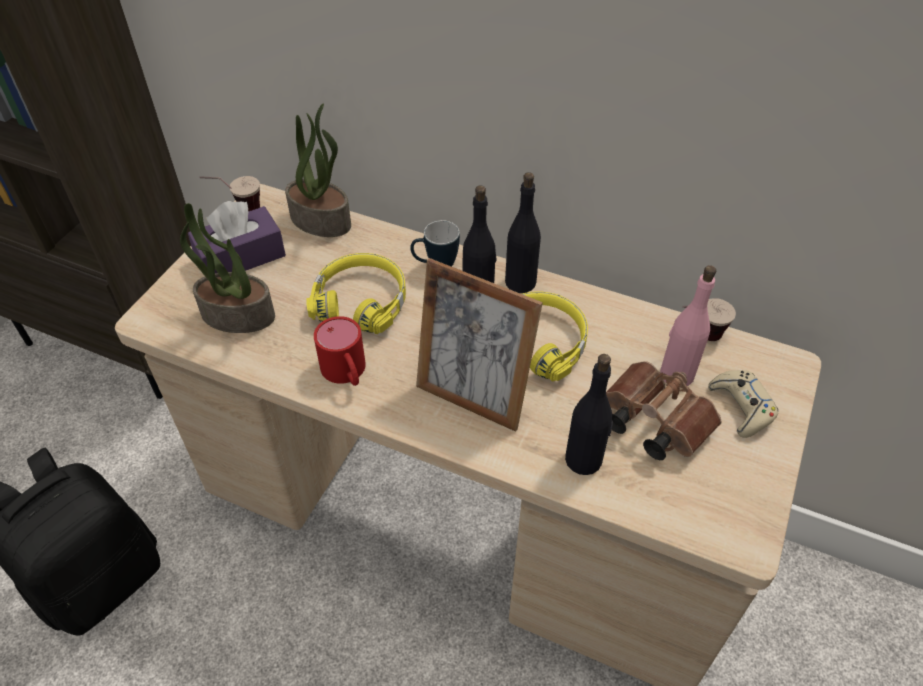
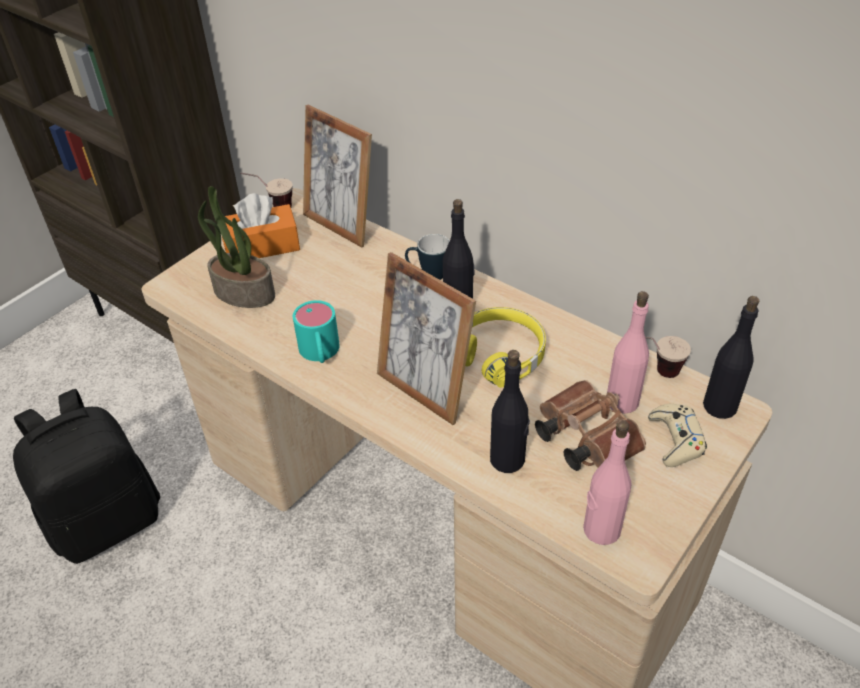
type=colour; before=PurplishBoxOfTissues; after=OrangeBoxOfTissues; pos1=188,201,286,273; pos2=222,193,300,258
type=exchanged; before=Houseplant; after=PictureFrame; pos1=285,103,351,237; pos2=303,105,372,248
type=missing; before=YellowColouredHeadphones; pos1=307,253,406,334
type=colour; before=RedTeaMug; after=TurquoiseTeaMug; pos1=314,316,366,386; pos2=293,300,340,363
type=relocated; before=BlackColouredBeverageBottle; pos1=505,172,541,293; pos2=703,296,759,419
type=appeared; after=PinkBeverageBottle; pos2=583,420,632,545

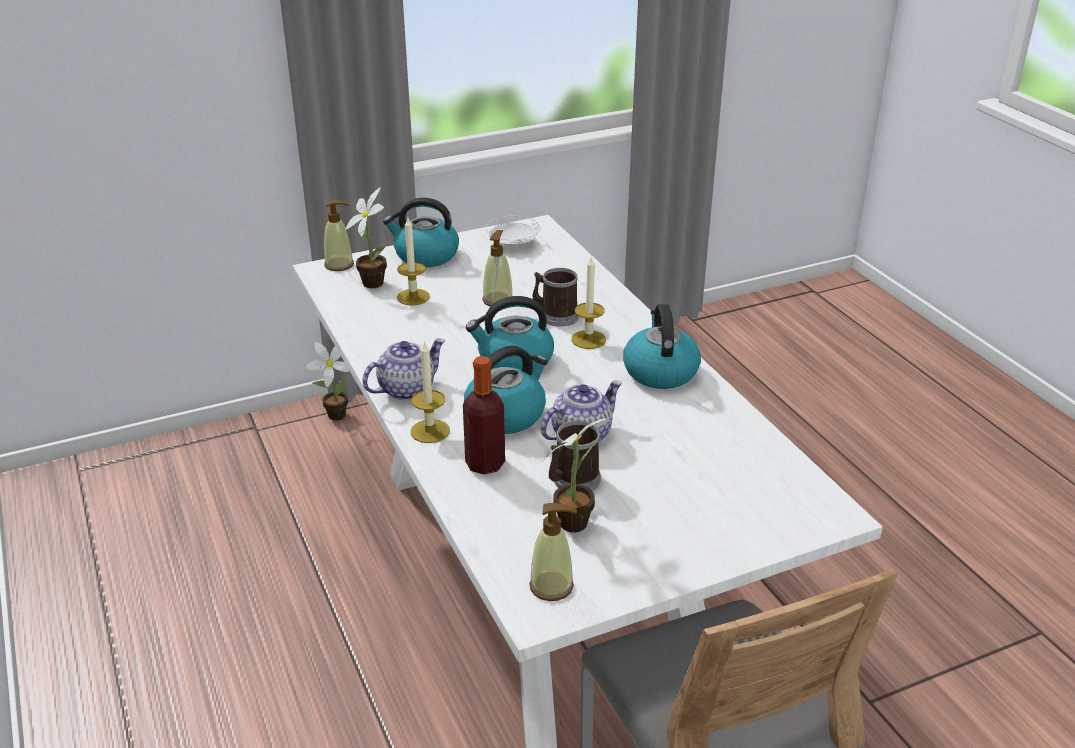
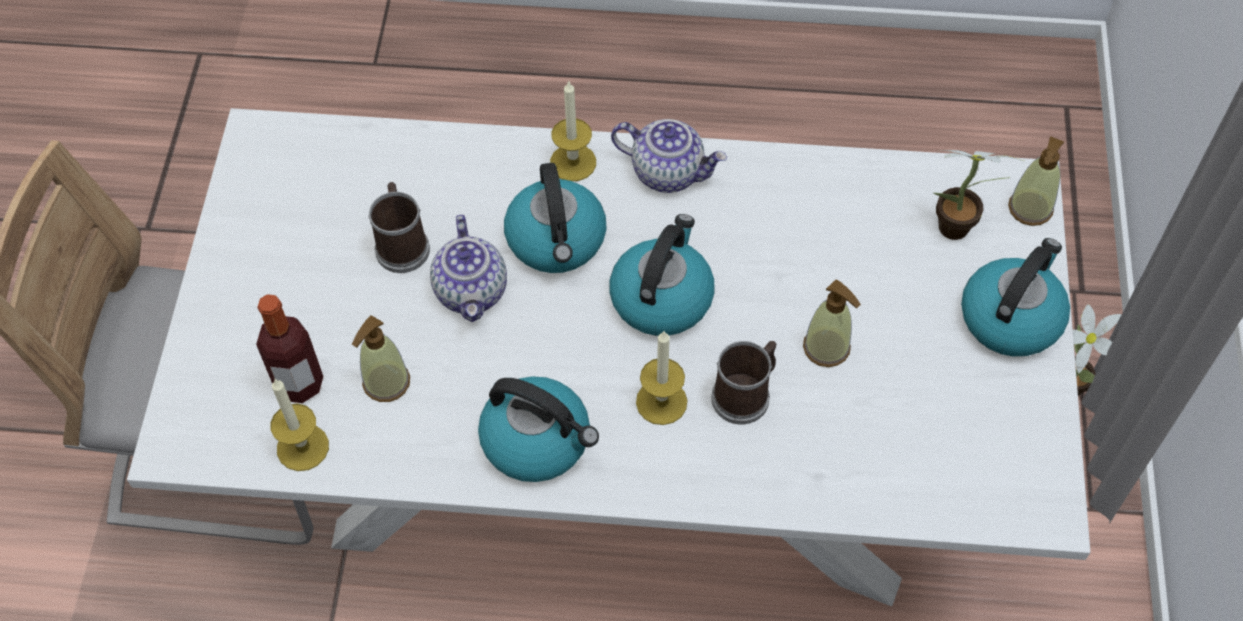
type=spun; before=PotForTea; pos1=362,338,446,400; pos2=611,119,727,193; turn=-60
type=relocated; before=Candle; pos1=397,218,430,306; pos2=271,378,329,471
type=relocated; before=BeverageBottle; pos1=463,356,505,475; pos2=256,294,323,403
type=missing; before=WhiteFlatDish; pos1=485,216,540,245
type=relocated; before=LiquidSoapBottle; pos1=529,503,577,601; pos2=352,315,410,402
type=missing; before=Houseplant; pos1=541,418,605,532

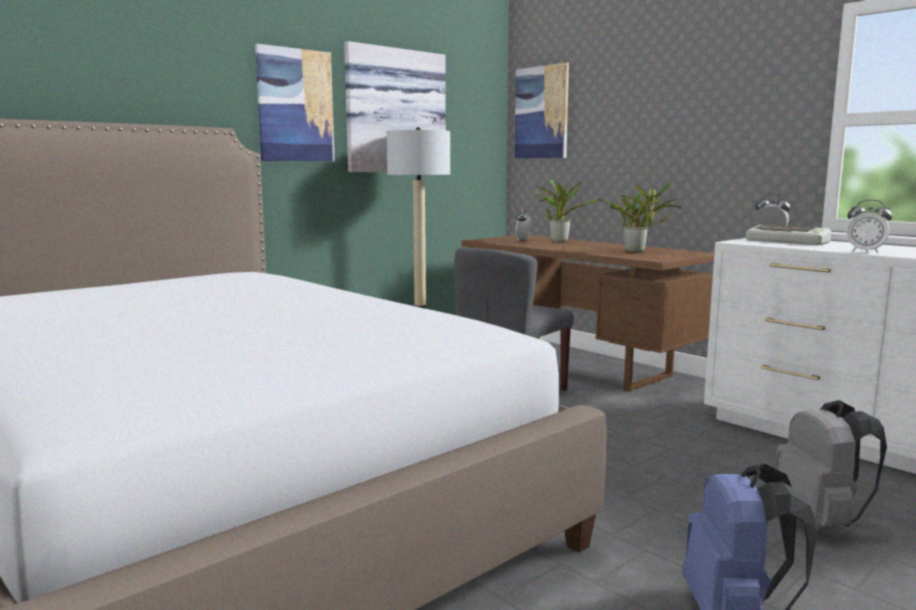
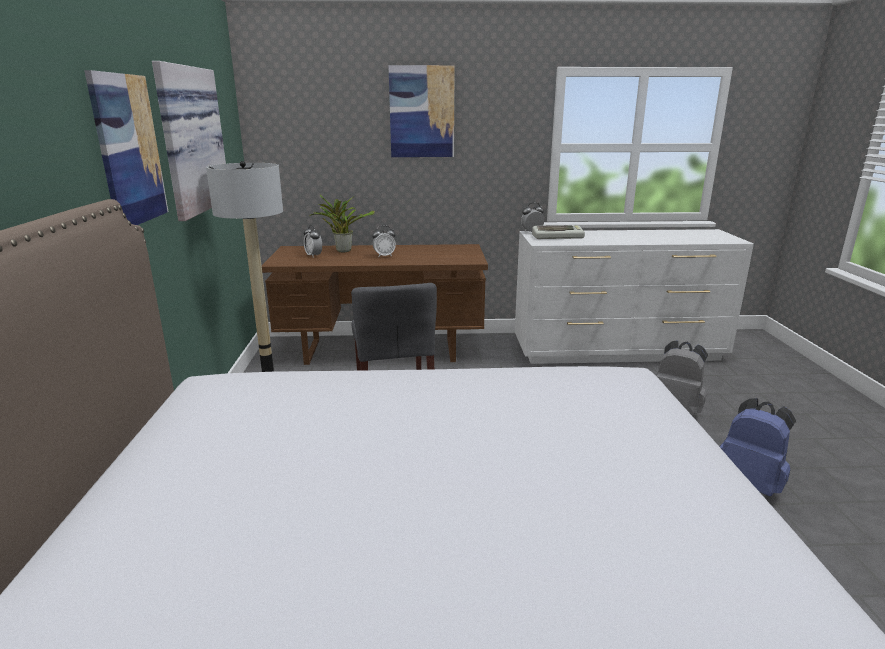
type=relocated; before=Picture; pos1=515,63,569,158; pos2=388,65,455,157
type=missing; before=Houseplant; pos1=597,182,682,252
type=relocated; before=AlarmClock; pos1=846,200,893,253; pos2=372,226,396,257

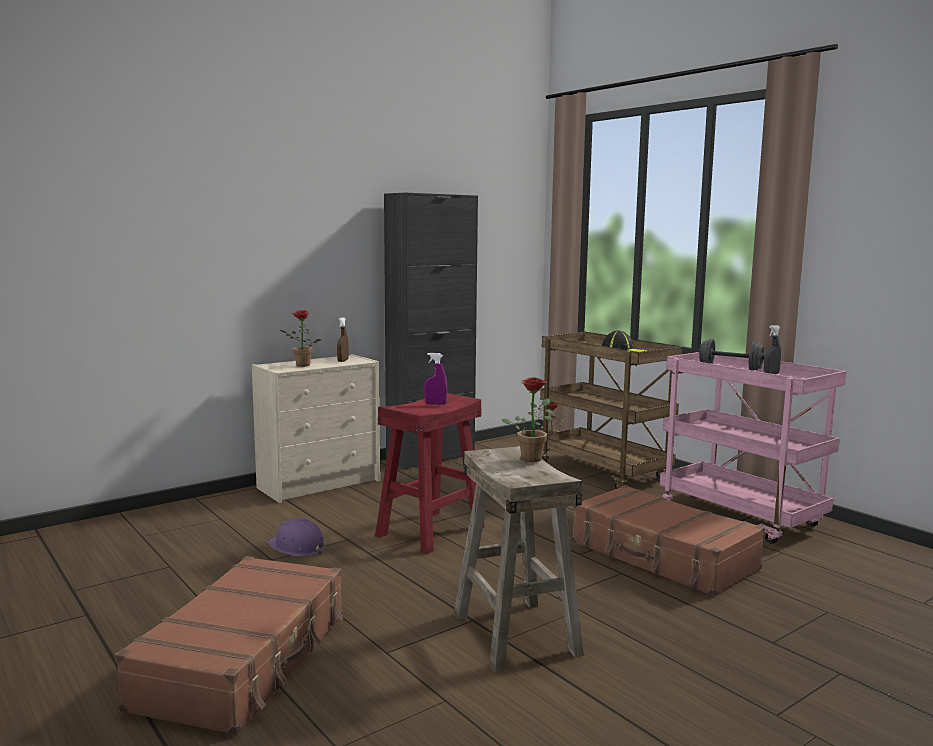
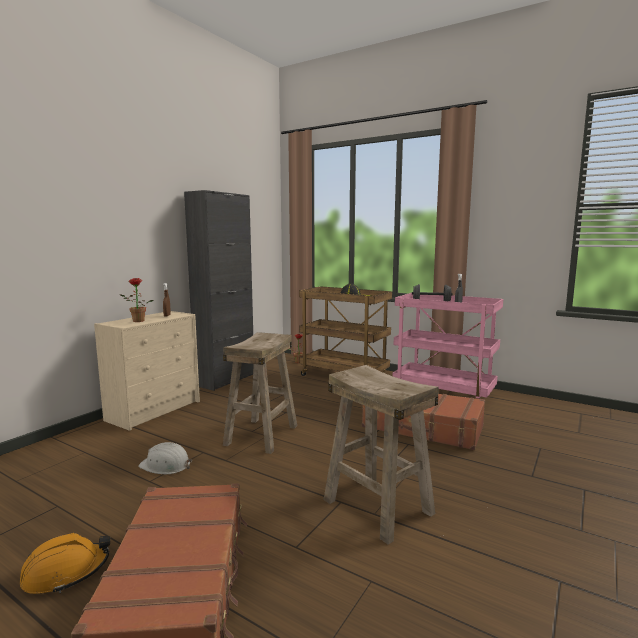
type=colour; before=PurplishSafetyHelmet; after=WhiteSafetyHelmet; pos1=267,518,326,556; pos2=138,442,192,474
type=colour; before=RedSittingStool; after=BeigeColouredSittingStool; pos1=375,393,485,555; pos2=223,332,297,454
type=missing; before=PurplishSprayer; pos1=424,353,447,405
type=missing; before=Houseplant; pos1=502,377,554,462
type=appeared; after=OrangeSafetyHelmet; pos2=19,533,110,594

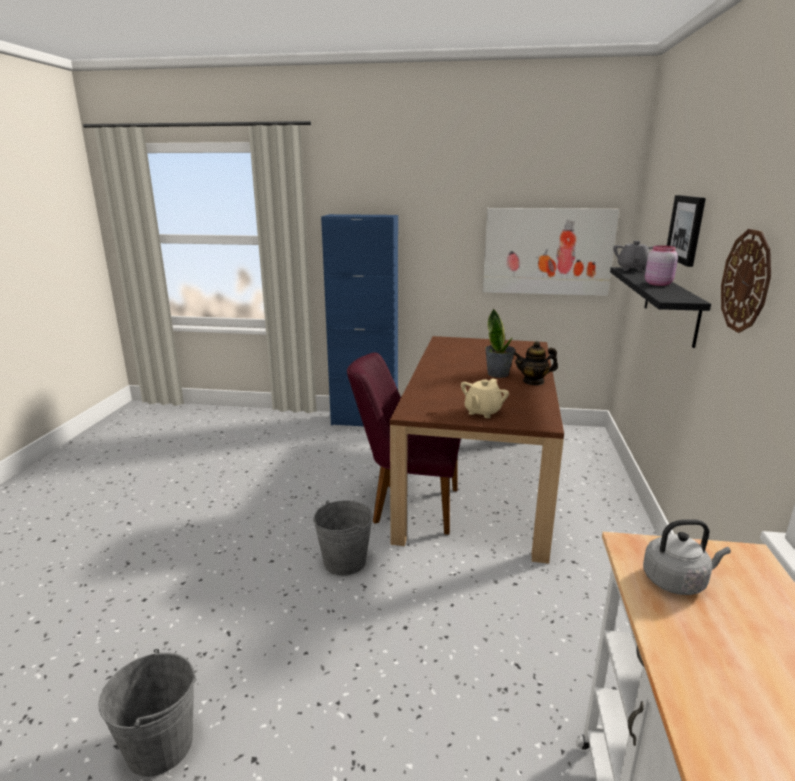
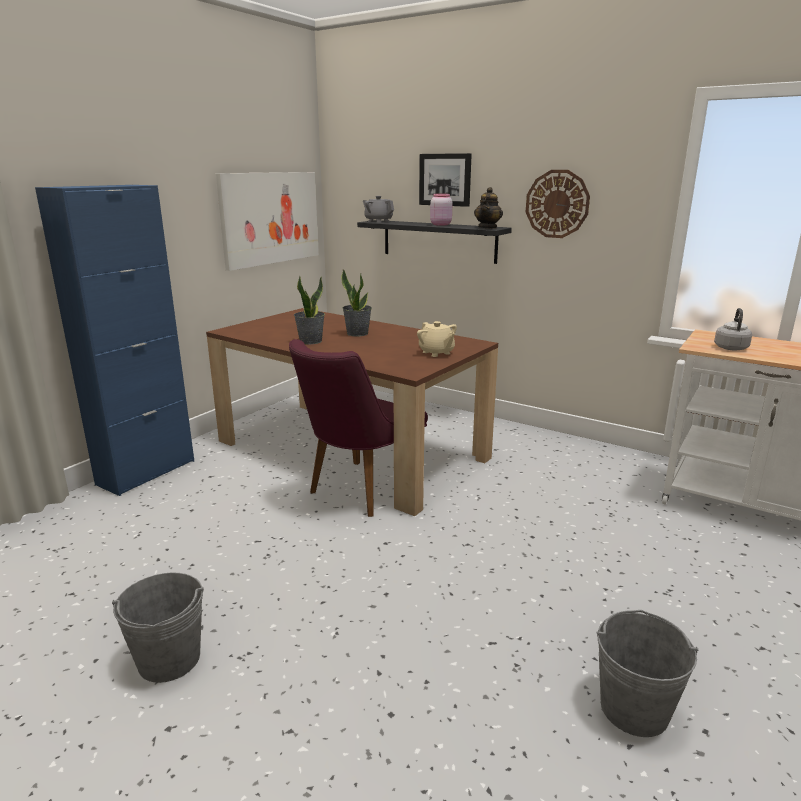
type=relocated; before=GreyBucket; pos1=313,501,373,575; pos2=112,572,204,683
type=relocated; before=PotForTea; pos1=513,341,558,385; pos2=474,187,503,229
type=appeared; after=Houseplant; pos2=294,276,325,345

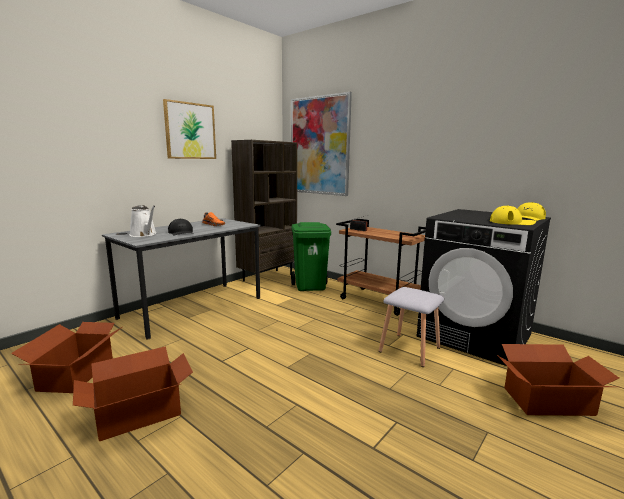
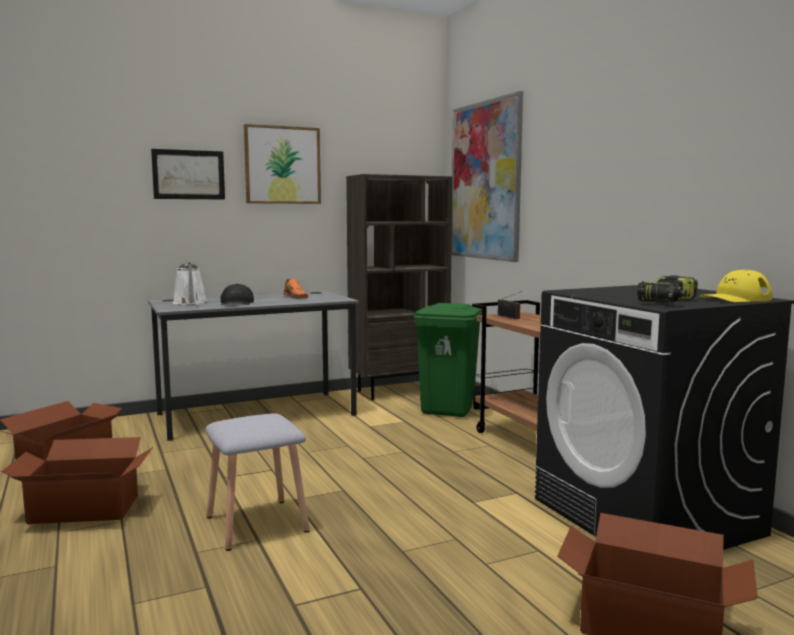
type=relocated; before=GreySittingStool; pos1=379,287,444,367; pos2=205,413,310,551
type=exchanged; before=YellowColouredPeakedCap; after=ElectricDrill; pos1=490,206,536,225; pos2=637,275,698,303
type=appeared; after=Picture; pos2=151,149,225,200

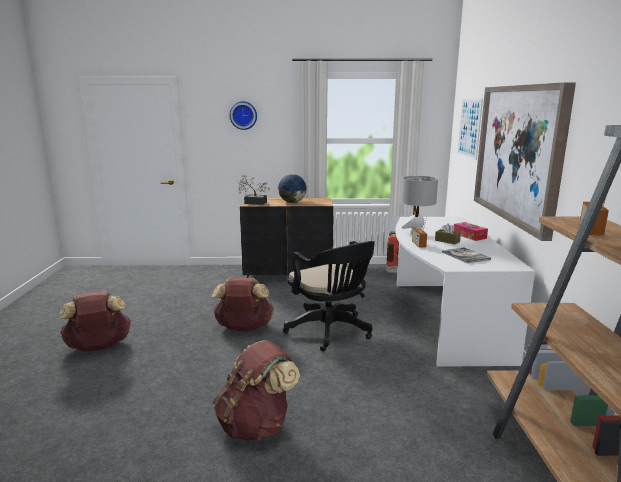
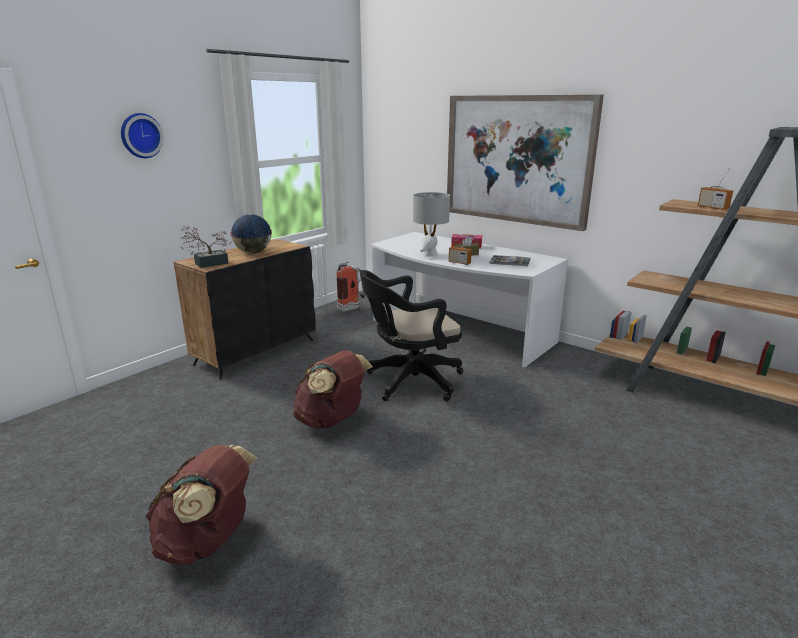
type=missing; before=BrownColouredRucksack; pos1=213,340,300,441
type=spun; before=BlackColouredDeskChair; pos1=283,241,375,352; pos2=360,270,463,401; turn=150
type=missing; before=Picture; pos1=457,98,483,160

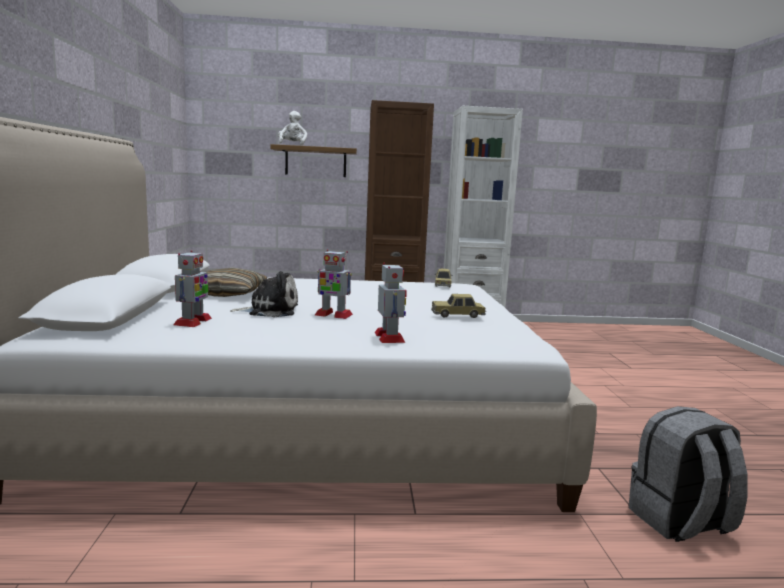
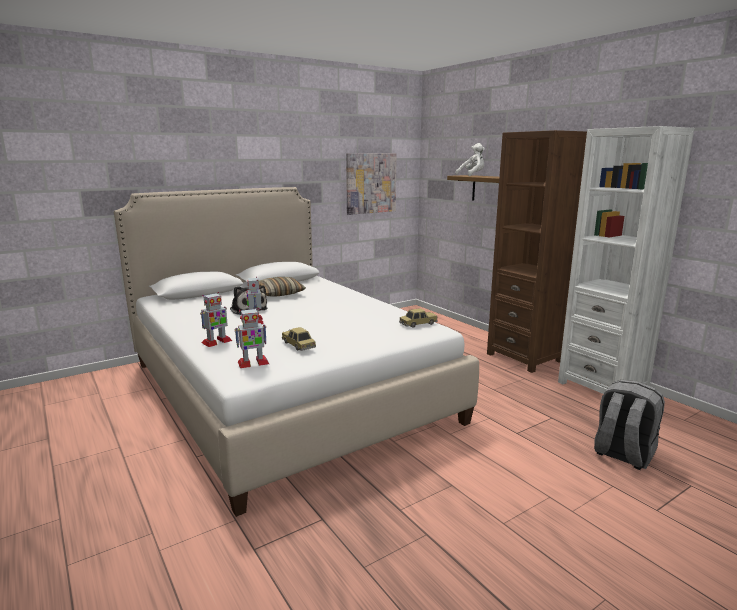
type=relocated; before=ToyRobot; pos1=173,250,212,327; pos2=235,308,269,368
type=relocated; before=GreyRucksack; pos1=629,406,748,542; pos2=594,380,665,470
type=appeared; after=Picture; pos2=346,153,397,215

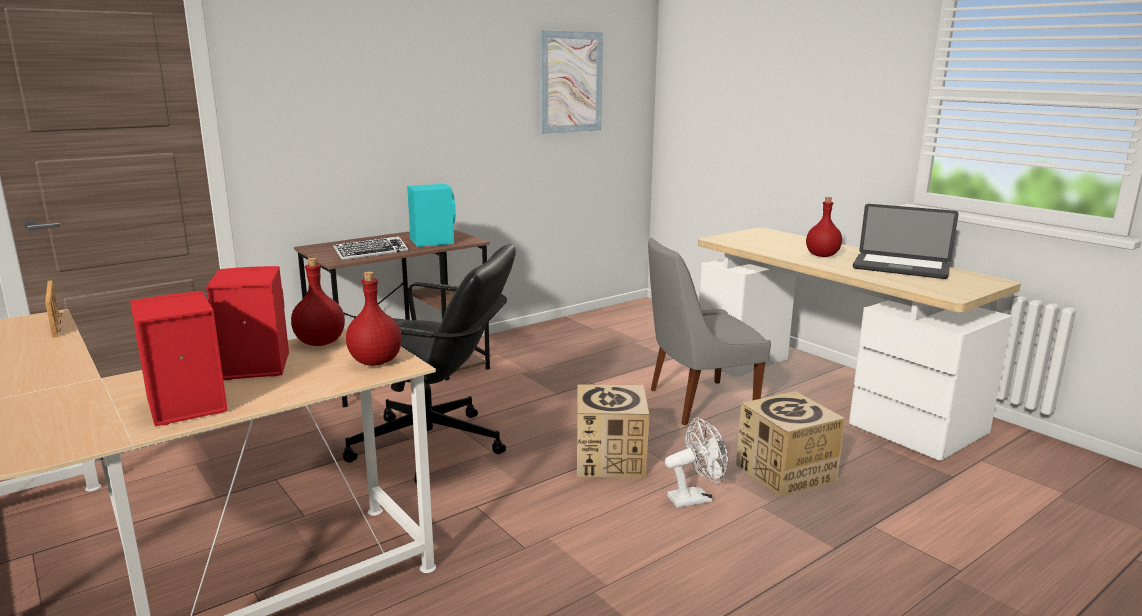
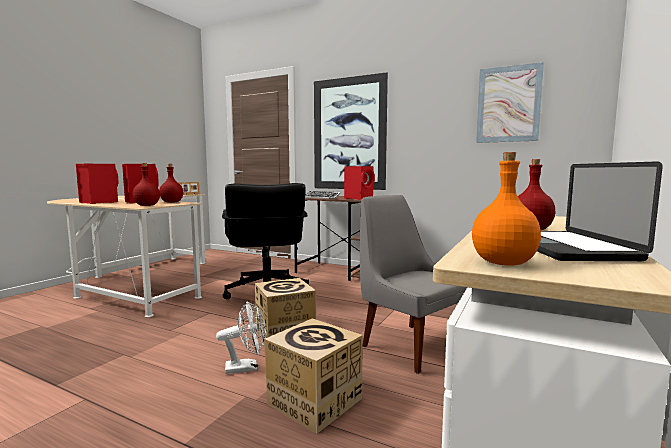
type=colour; before=TurquoiseLoudspeaker; after=RedLoudspeaker; pos1=407,184,456,247; pos2=344,166,375,200
type=spun; before=WhiteFan; pos1=665,417,728,508; pos2=216,301,266,374; turn=-60
type=appeared; after=Picture; pos2=314,73,388,190
type=appeared; after=OrangeBeverageBottle; pos2=472,152,541,265

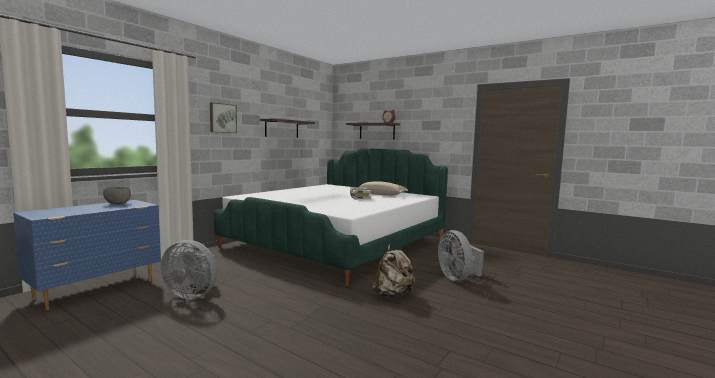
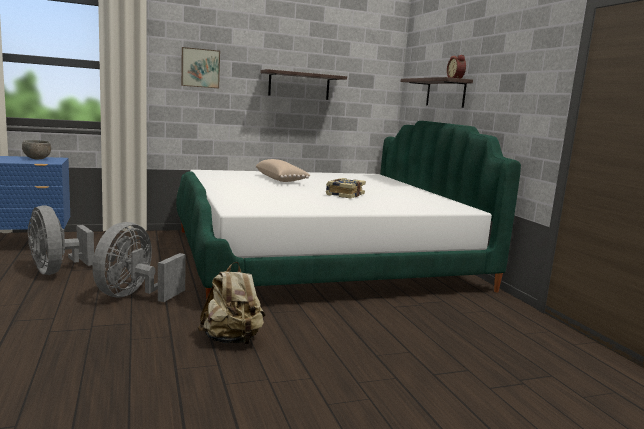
type=relocated; before=BeigeColouredPillow; pos1=357,181,408,196; pos2=256,159,311,182
type=relocated; before=GreyFan; pos1=438,230,484,281; pos2=92,222,186,302

